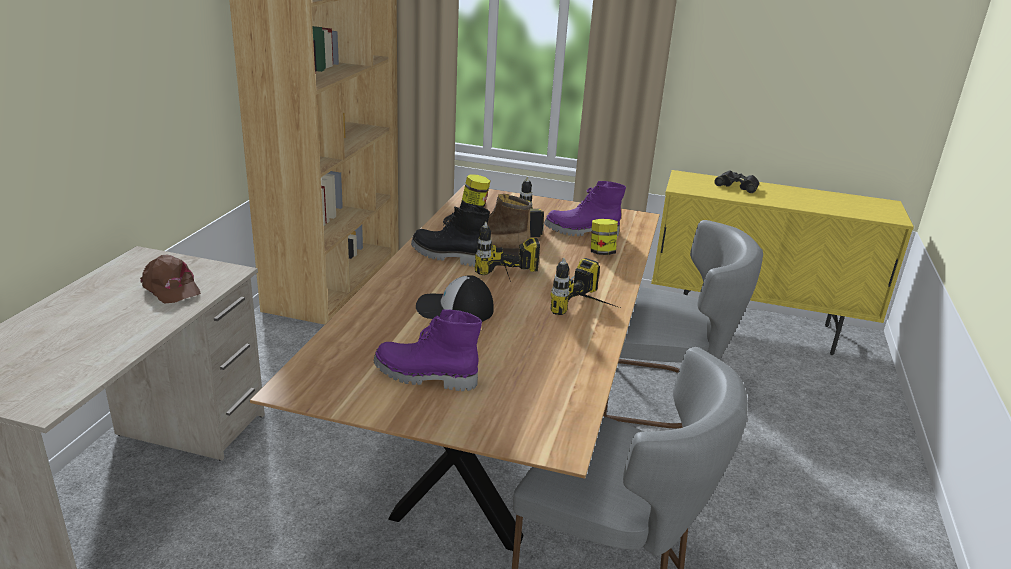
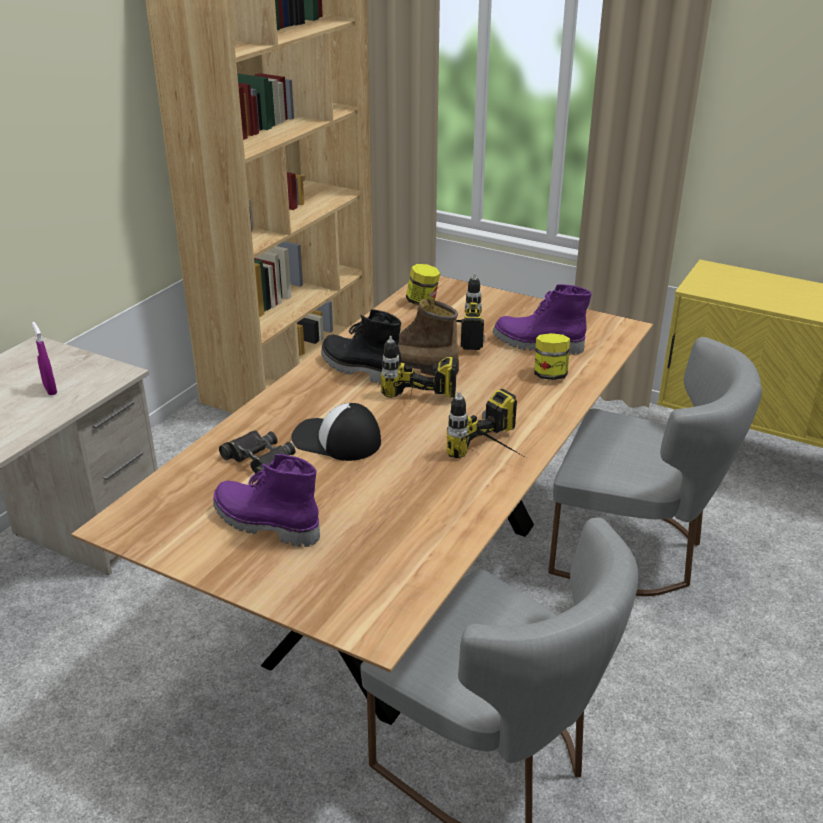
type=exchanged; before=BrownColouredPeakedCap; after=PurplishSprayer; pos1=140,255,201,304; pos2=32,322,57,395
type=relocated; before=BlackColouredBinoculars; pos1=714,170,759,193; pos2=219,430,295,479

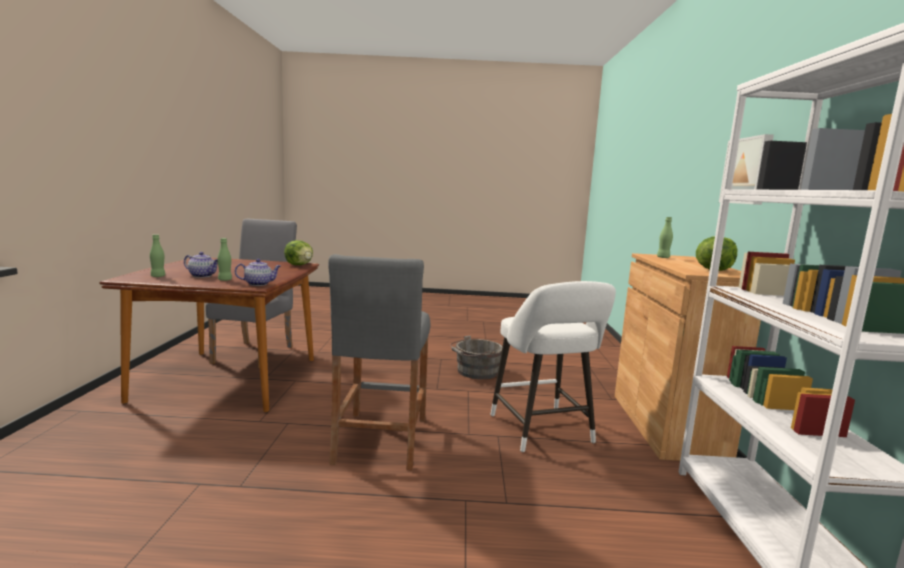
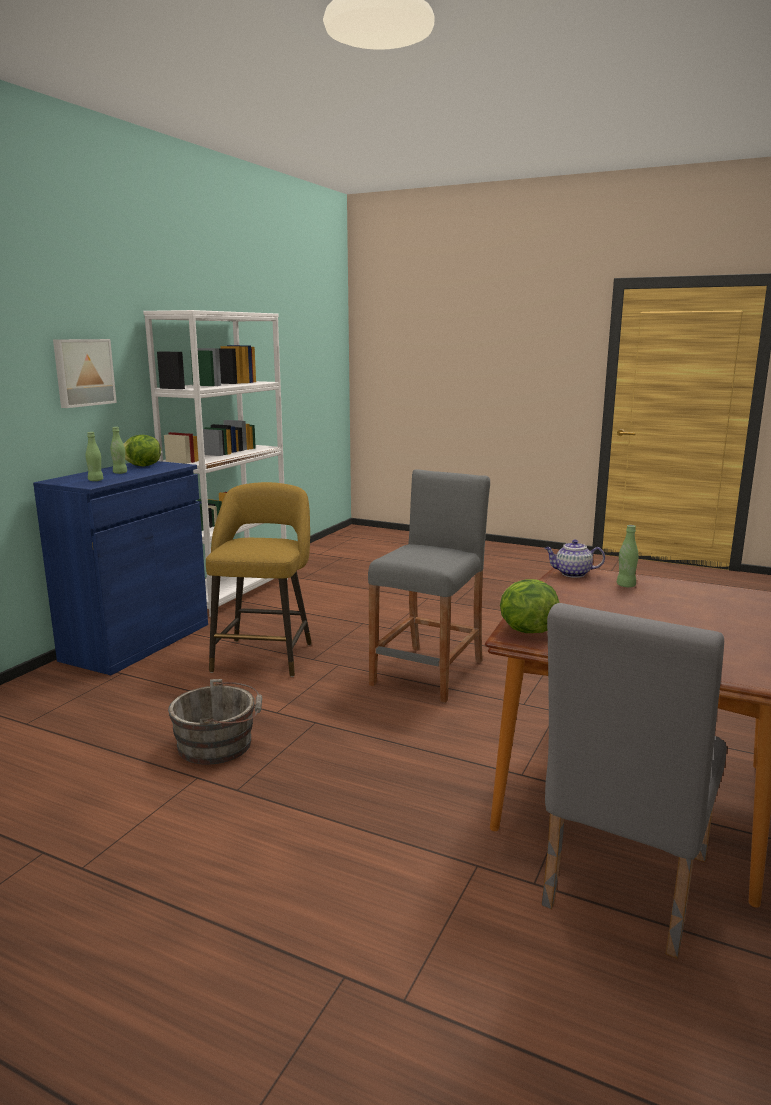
type=relocated; before=GreenishBeverageBottle; pos1=150,234,165,277; pos2=110,427,127,474
type=missing; before=PotForTea; pos1=184,252,218,278
type=colour; before=WhiteSittingStool; after=YellowColouredSittingStool; pos1=490,281,616,452; pos2=206,482,312,677
type=colour; before=BrownColouredCupboard; after=BluishCupboard; pos1=615,253,761,461; pos2=33,461,208,675

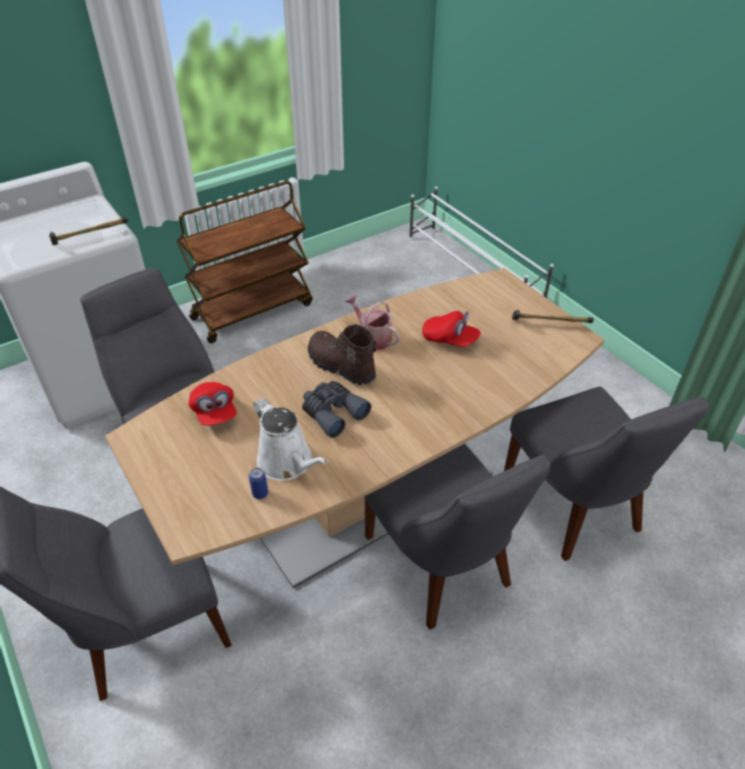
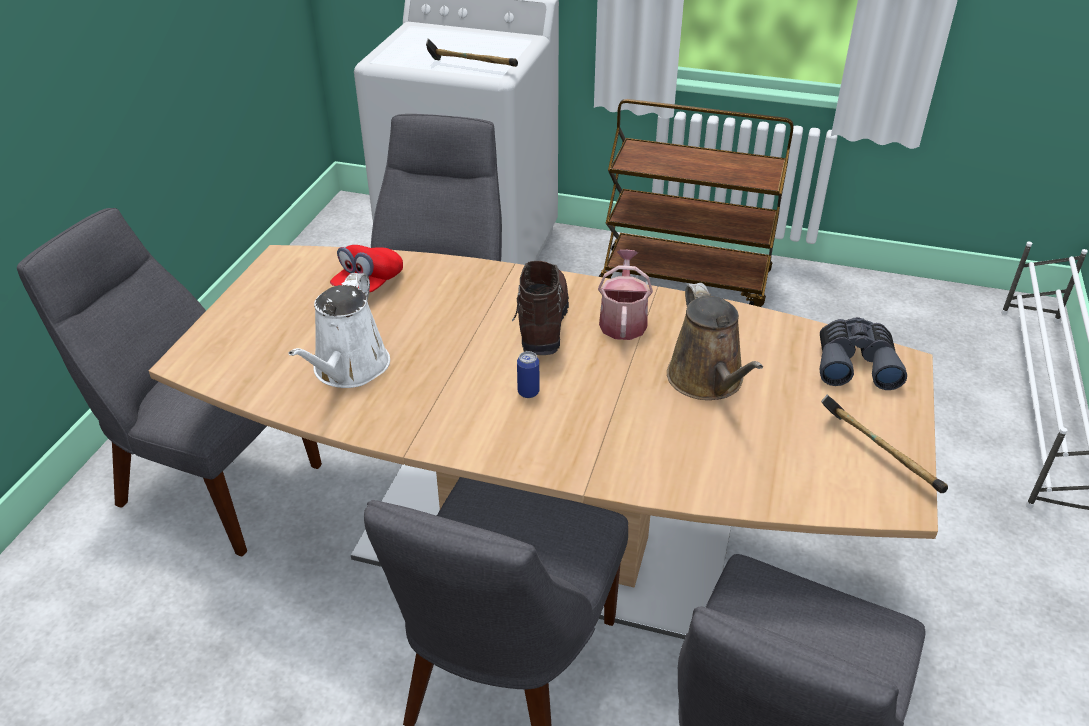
type=relocated; before=MetalCan; pos1=249,467,268,499; pos2=517,351,539,398
type=relocated; before=GreyBinoculars; pos1=302,381,371,438; pos2=820,317,907,390
type=exchanged; before=RedPeakedCap; after=BrownColouredWateringPot; pos1=422,311,481,347; pos2=667,283,763,400

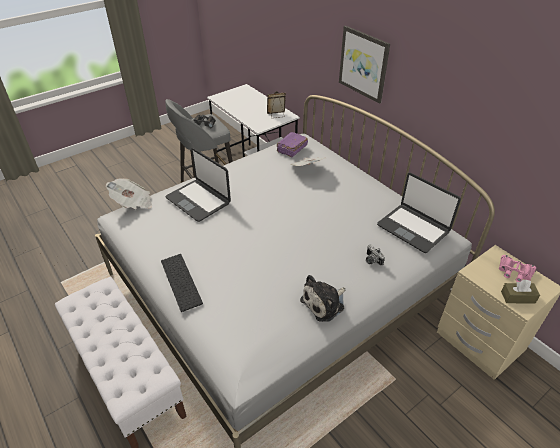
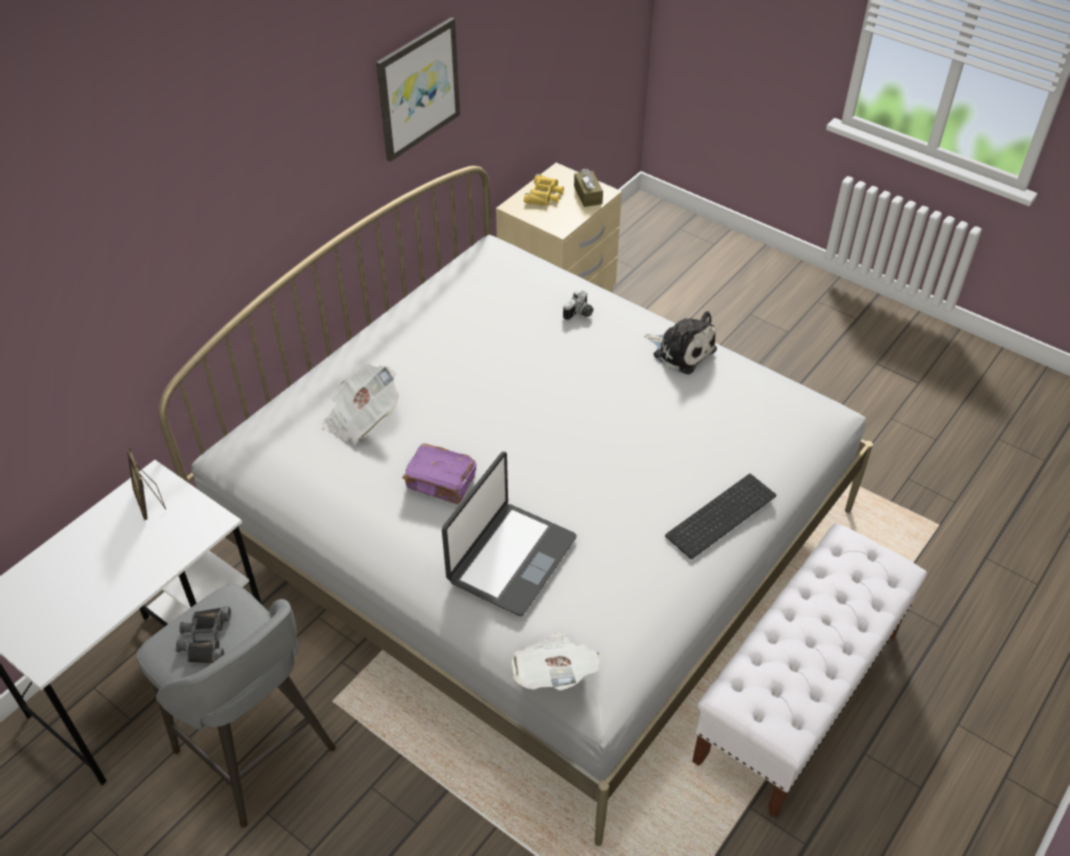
type=relocated; before=PurplishVolume; pos1=277,132,308,158; pos2=402,443,476,504
type=relocated; before=Picture; pos1=339,26,390,104; pos2=376,17,460,162
type=missing; before=NotebookComputer; pos1=377,173,461,253
type=colour; before=PinkBinoculars; after=YellowColouredBinoculars; pos1=499,255,536,282; pos2=524,174,564,206

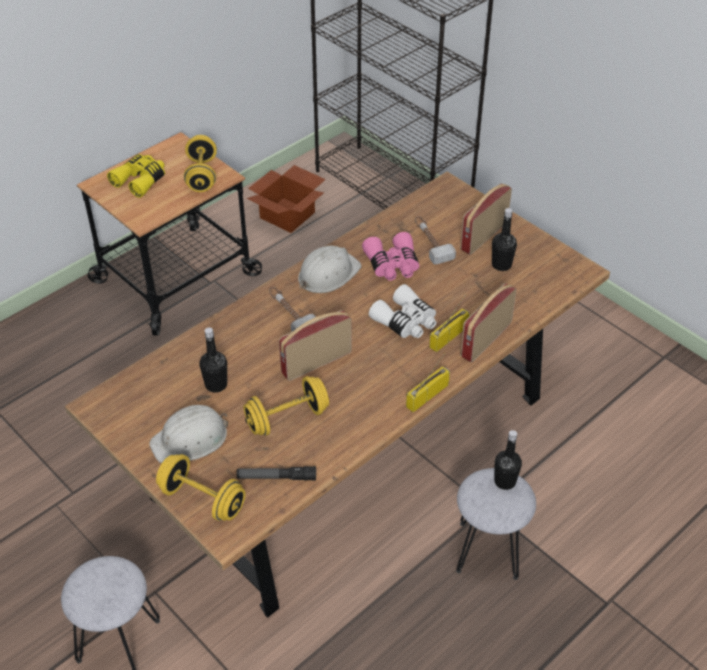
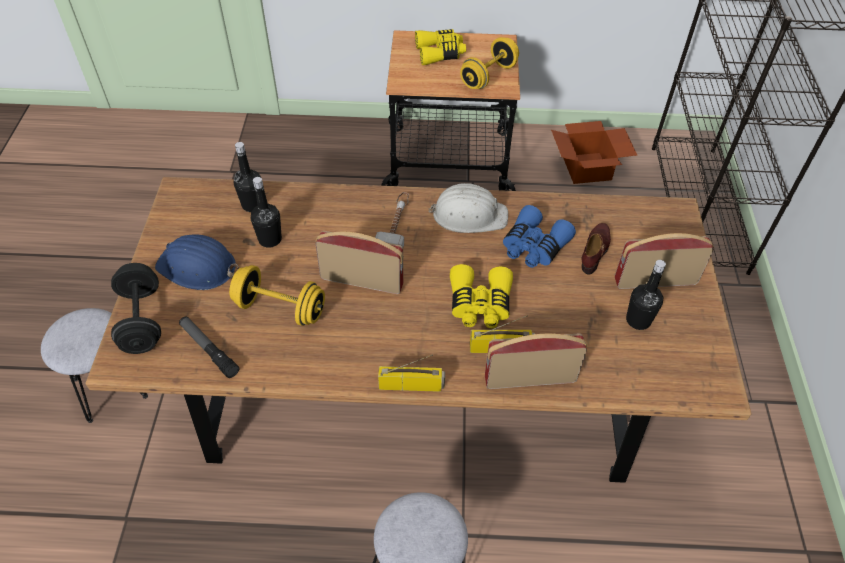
type=colour; before=WhiteSafetyHelmet; after=BluishSafetyHelmet; pos1=149,405,228,463; pos2=155,234,239,290
type=colour; before=YellowColouredDumbbell; after=BlackColouredDumbbell; pos1=156,454,246,521; pos2=111,263,161,354
type=colour; before=PinkBinoculars; after=BluishBinoculars; pos1=362,232,419,281; pos2=503,205,576,268
type=colour; before=WhiteBinoculars; after=YellowColouredBinoculars; pos1=369,284,437,338; pos2=450,264,513,328
type=exchanged; before=ToolHammer; after=BrownColouredItemOfFootwear; pos1=415,216,456,264; pos2=582,223,611,275
type=relocated; before=BlackColouredBeverageBottle; pos1=494,430,522,490; pos2=234,142,261,212

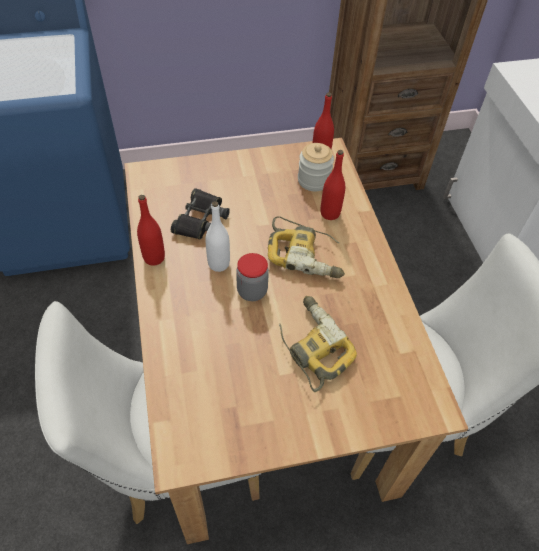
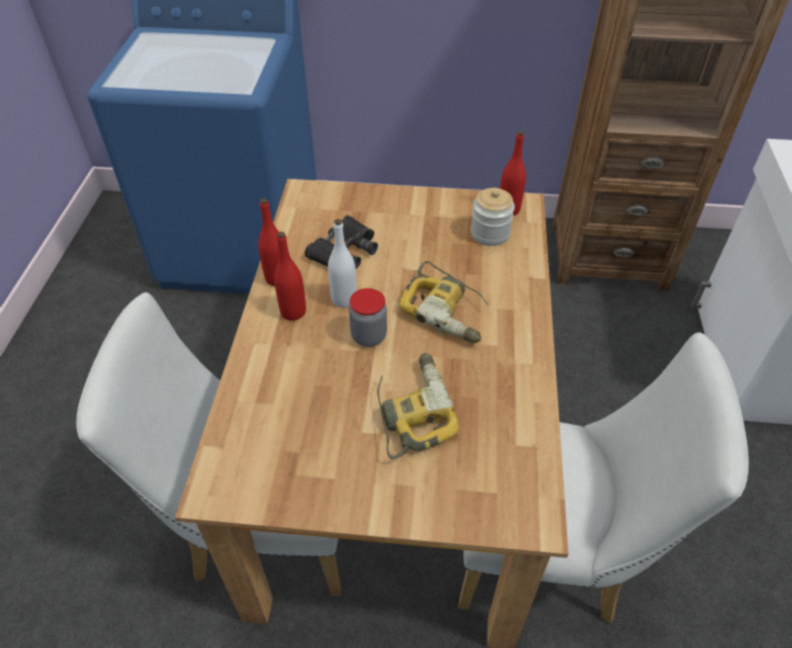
type=relocated; before=RedBeverageBottle; pos1=321,150,345,220; pos2=274,232,306,321

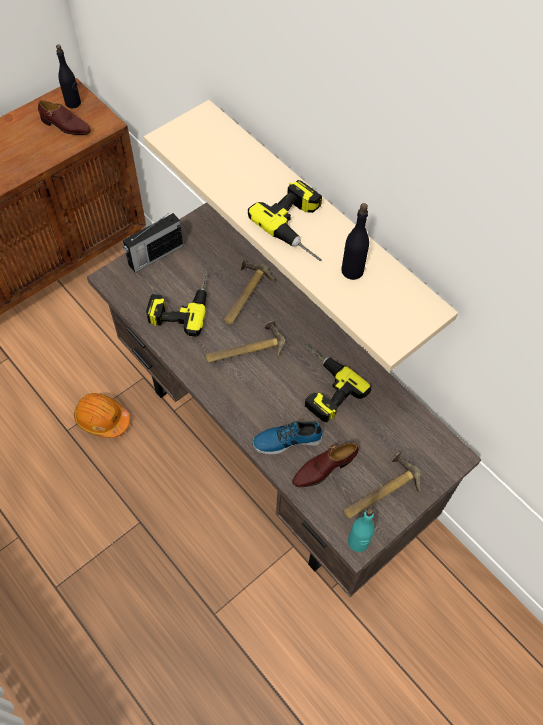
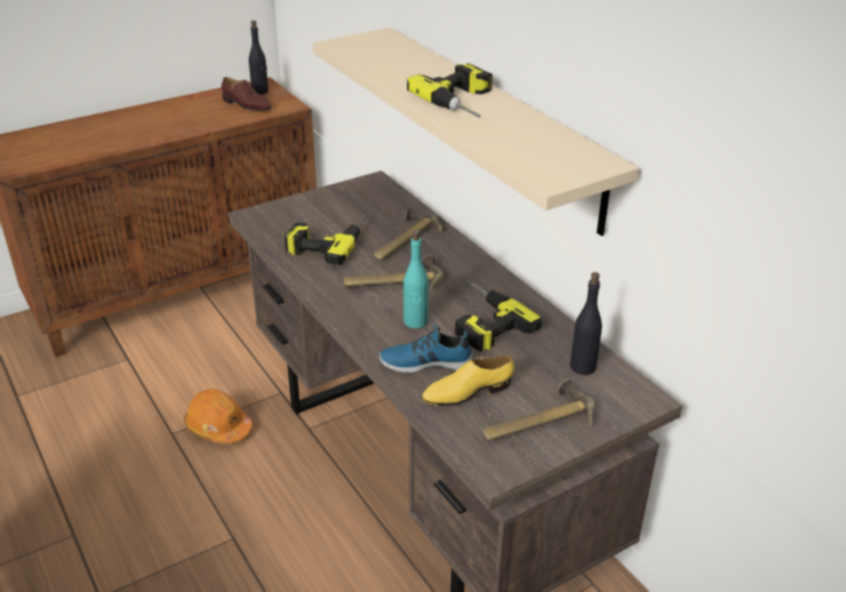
type=missing; before=Radio; pos1=123,213,183,273
type=colour; before=BrownColouredItemOfFootwear; after=YellowColouredItemOfFootwear; pos1=292,443,358,487; pos2=422,355,514,406
type=relocated; before=BlackColouredBeverageBottle; pos1=341,203,369,280; pos2=570,272,602,375
type=relocated; before=TurquoiseBeverageBottle; pos1=348,508,375,552; pos2=403,230,429,329

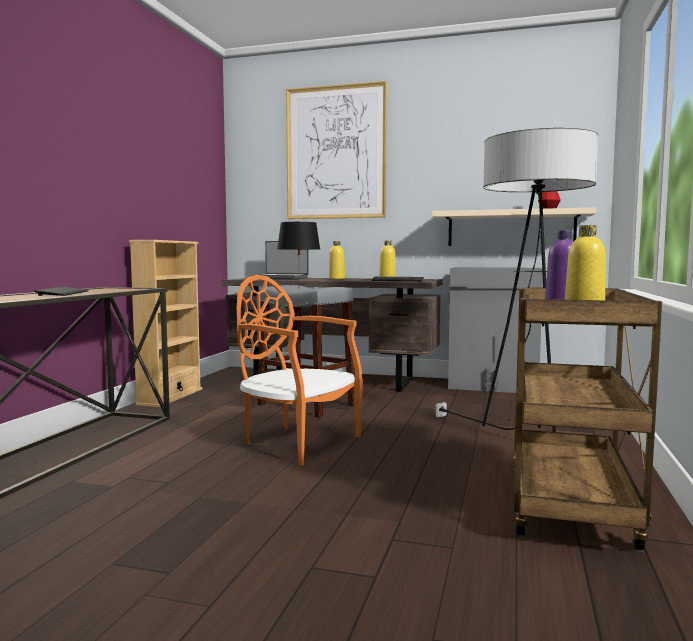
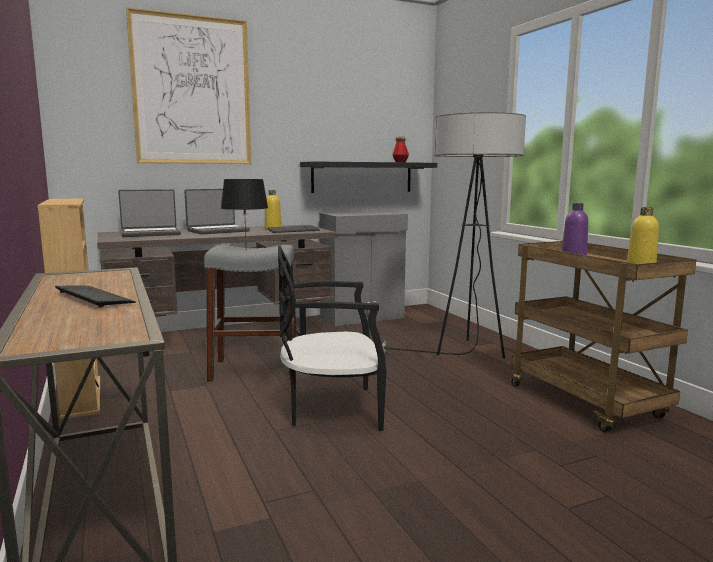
type=colour; before=OrangePlainChair; after=BlackColouredPlainChair; pos1=237,275,363,466; pos2=278,246,387,431
type=exchanged; before=YellowColouredBeverageBottle; after=NotebookComputer; pos1=329,241,345,279; pos2=184,189,250,235
type=colour; before=BeigeColouredShelf; after=BlackColouredShelf; pos1=432,207,596,246; pos2=300,161,437,193

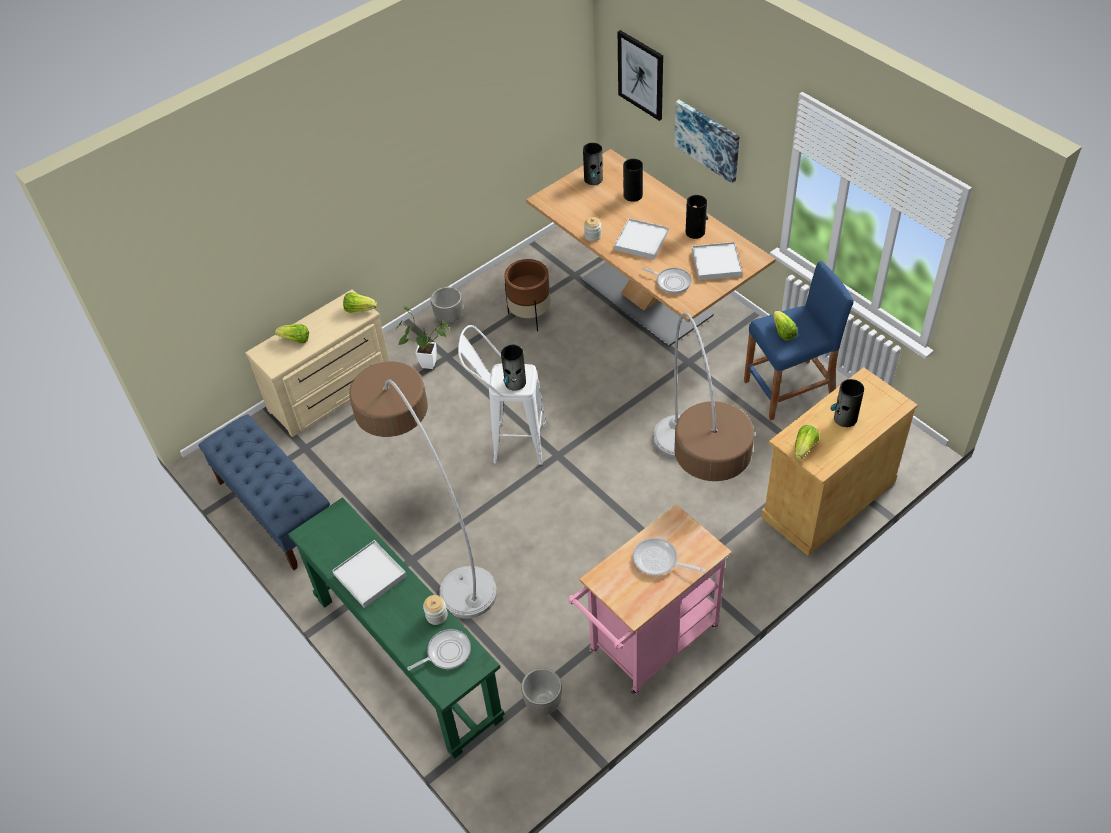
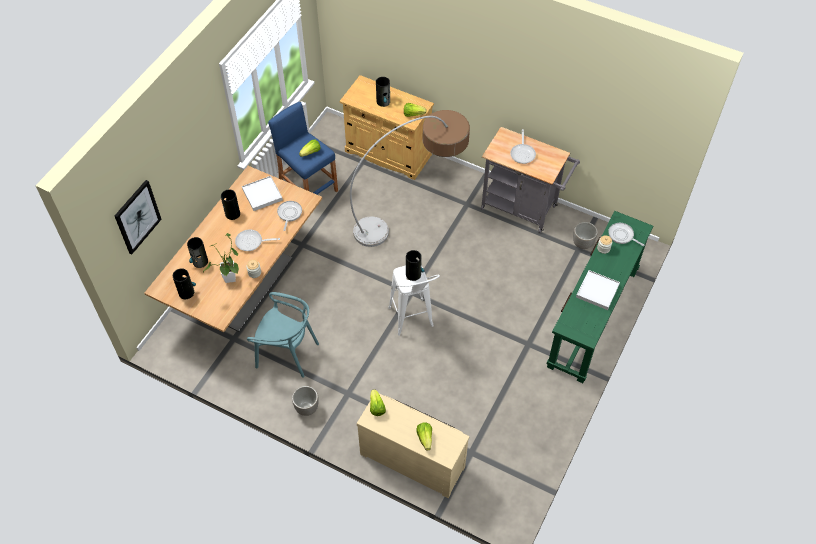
type=missing; before=BluishBench; pos1=198,414,330,570
type=missing; before=StandardLamp; pos1=349,361,497,619
type=relocated; before=Houseplant; pos1=395,306,449,369; pos2=203,233,239,283
type=exchanged; before=BrownColouredFlowerPot; after=TurquoisePlainChair; pos1=504,259,551,331; pos2=247,292,319,378
type=colour; before=PinkCart; after=GreyCart; pos1=568,504,732,694; pos2=481,127,580,233
type=exchanged; before=WhiteTray; after=Skillet; pos1=614,218,668,259; pos2=235,230,280,251
type=missing; before=Picture; pos1=674,100,740,183

